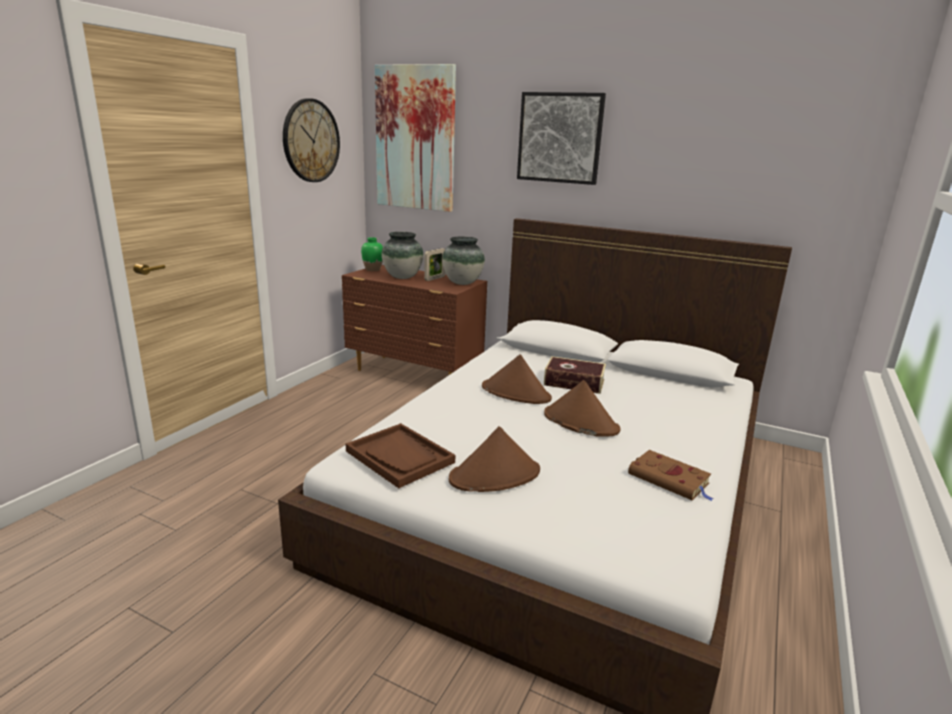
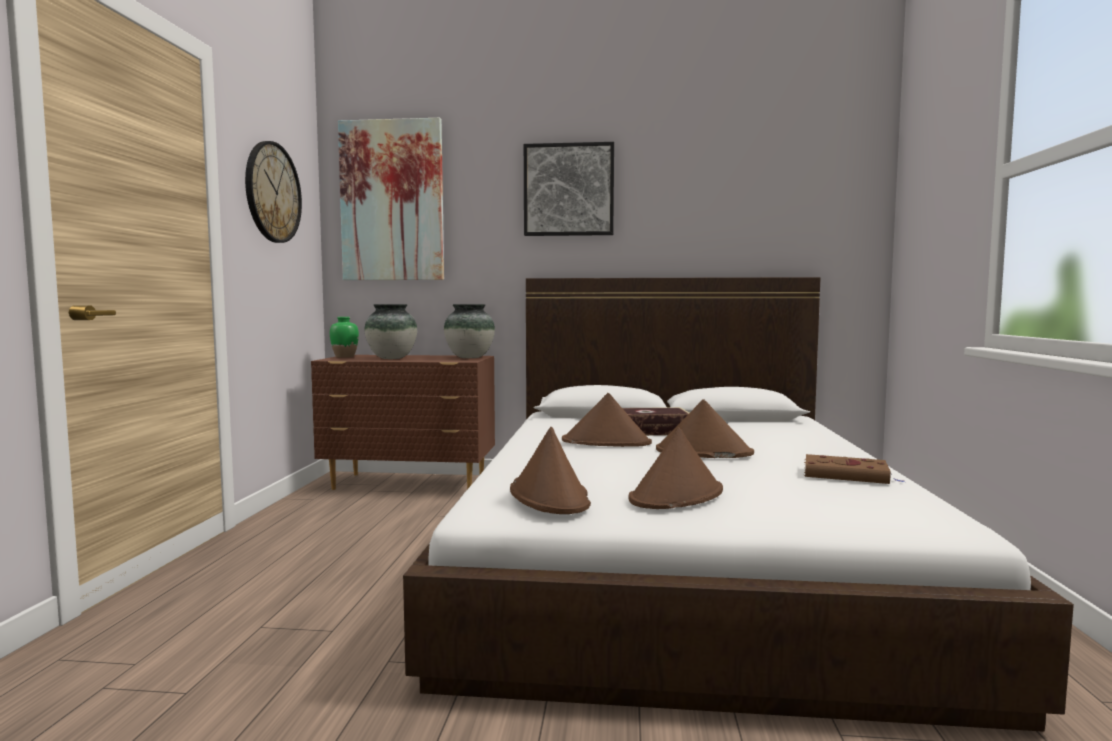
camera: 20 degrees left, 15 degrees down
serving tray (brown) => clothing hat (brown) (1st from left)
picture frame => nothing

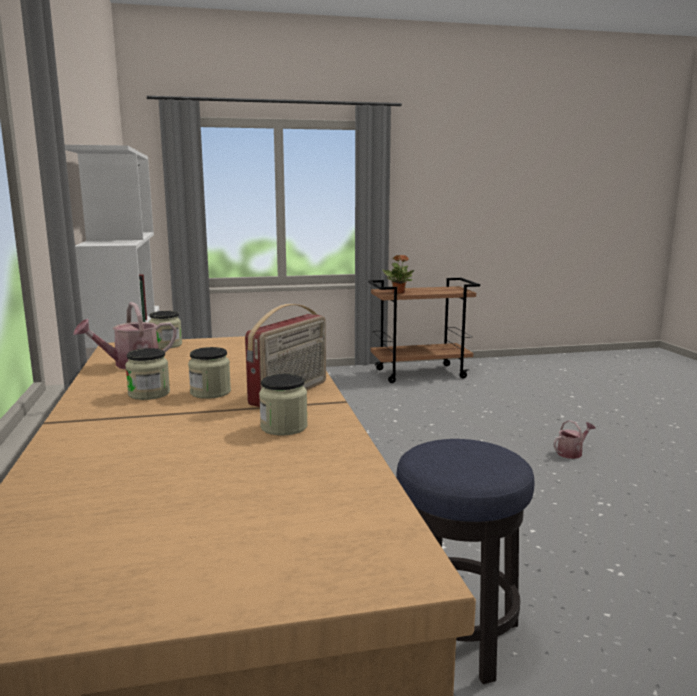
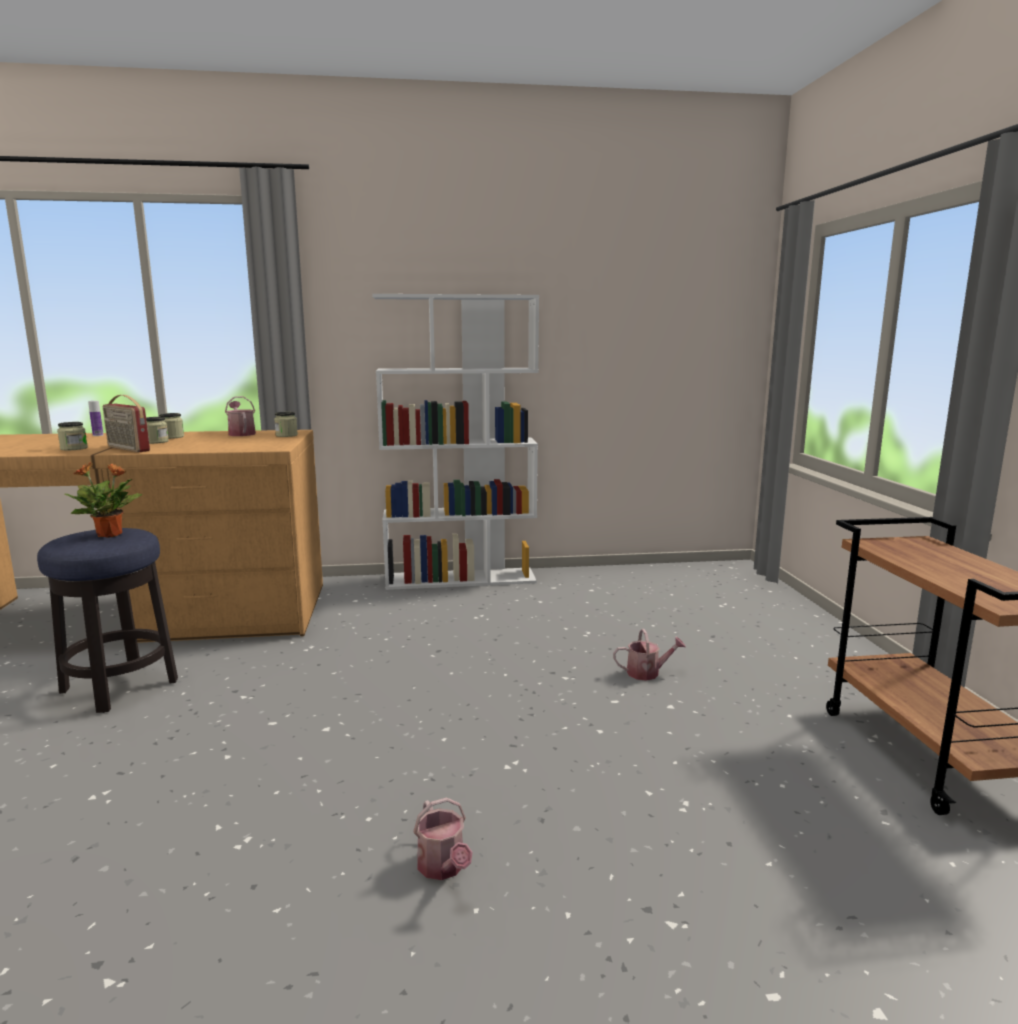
camera: 95 degrees right, 0 degrees up
plant in a pot, move
nothing => drink bottle
nothing => sprinkling can (3rd from left)

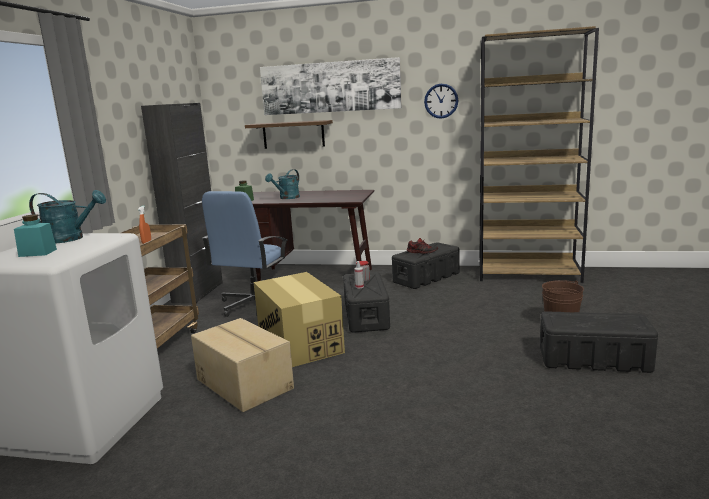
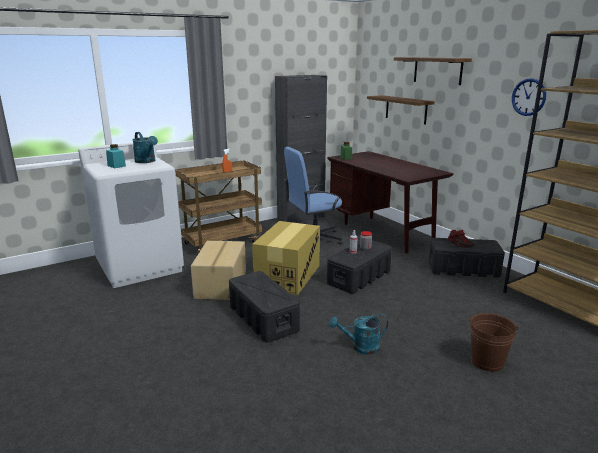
camera: 45 degrees right, 5 degrees up
picture => shelf (2nd from left)
sprinkling can (blue-green) (2nd from left), move
storage box (black-coloured) (3rd from left in the first image) => storage box (black-coloured) (1st from left), move

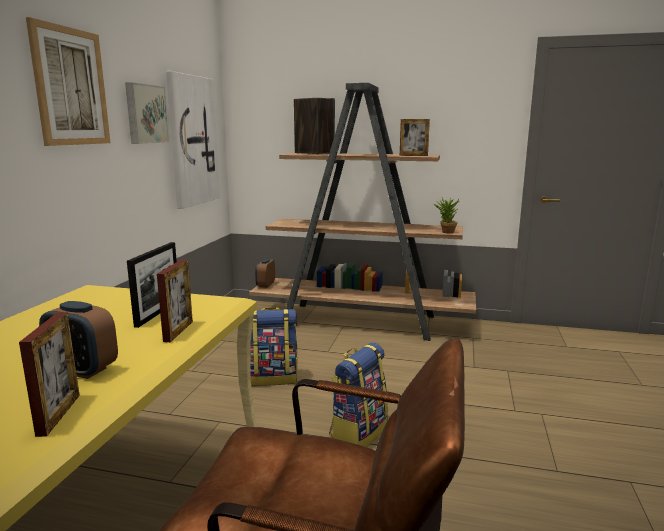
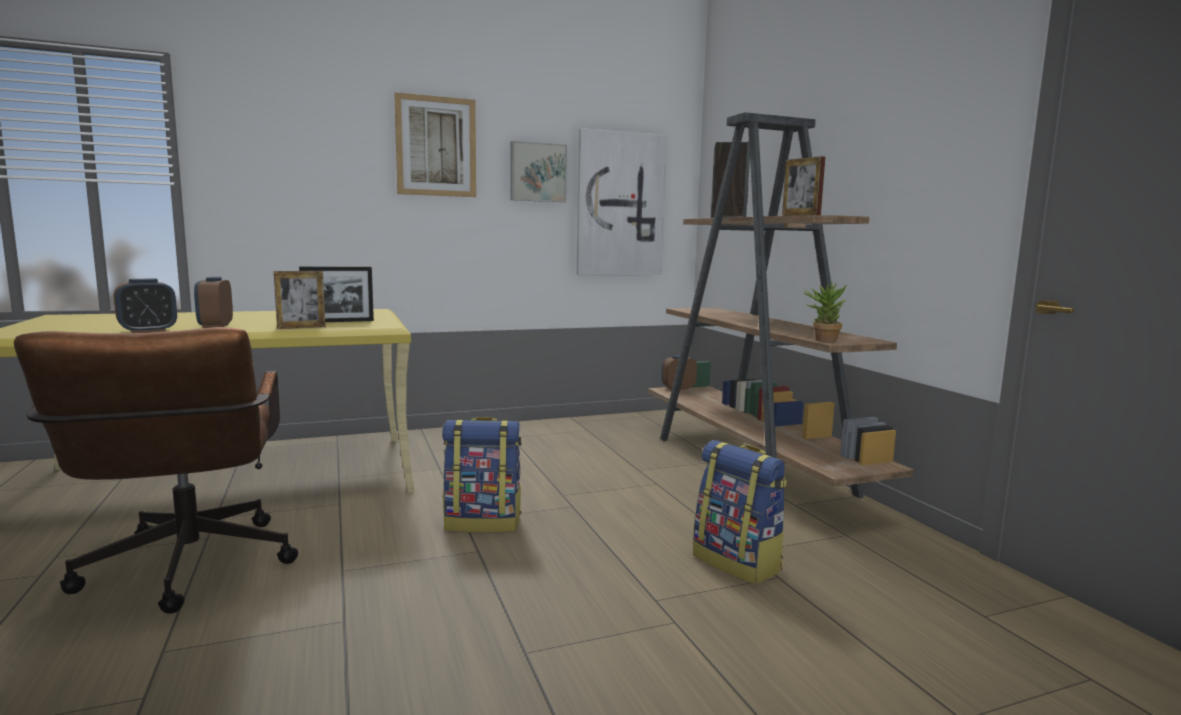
camera: 55 degrees right, 5 degrees down
picture frame (1st from left) => bedside clock (1st from left)
rucksack (1st from left in the first image) => rucksack (2nd from left), move

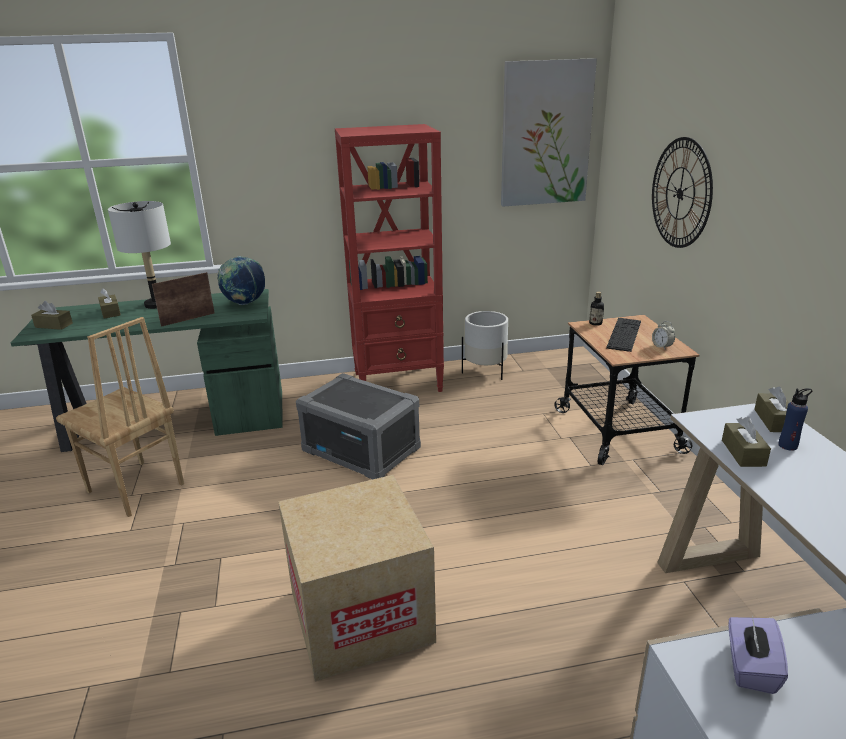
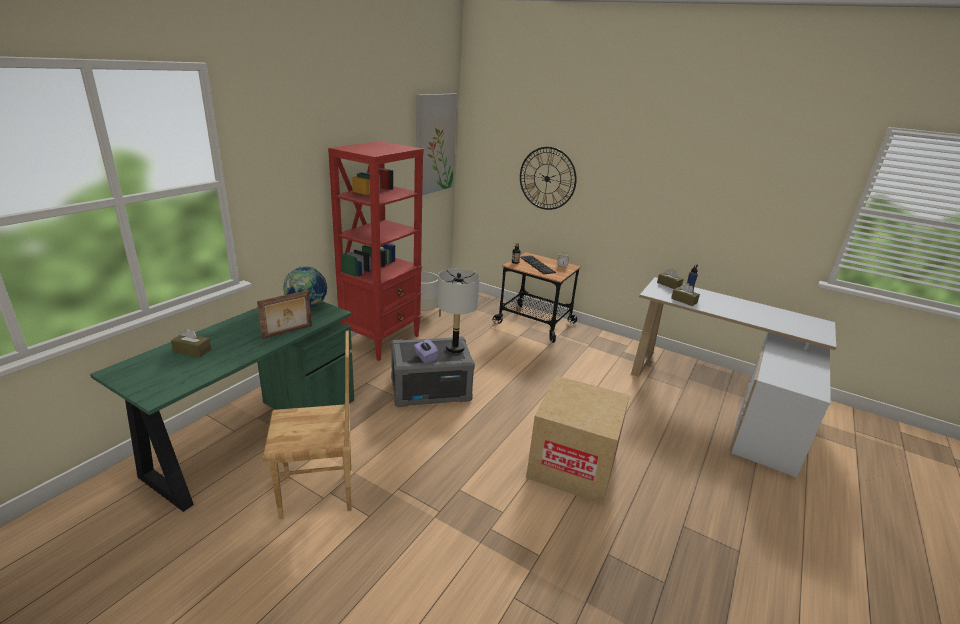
camera: 50 degrees left, 0 degrees up
tissue holder (brown) (1st from left) => nothing
lamp for a table (greyish), move
picture frame, 135 degrees counterclockwise
tissue holder (purplish), move

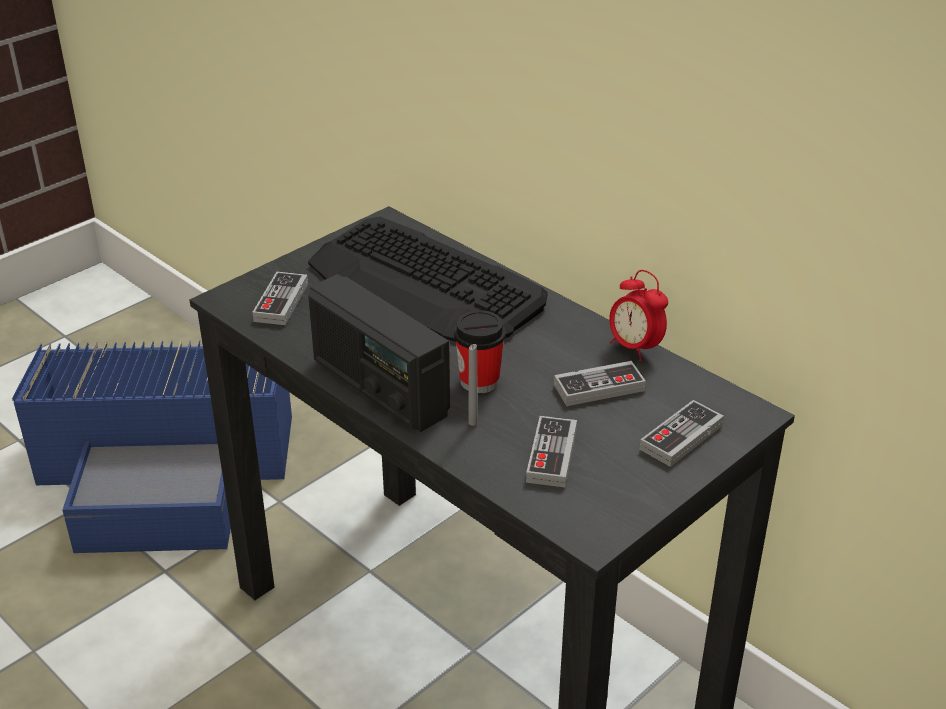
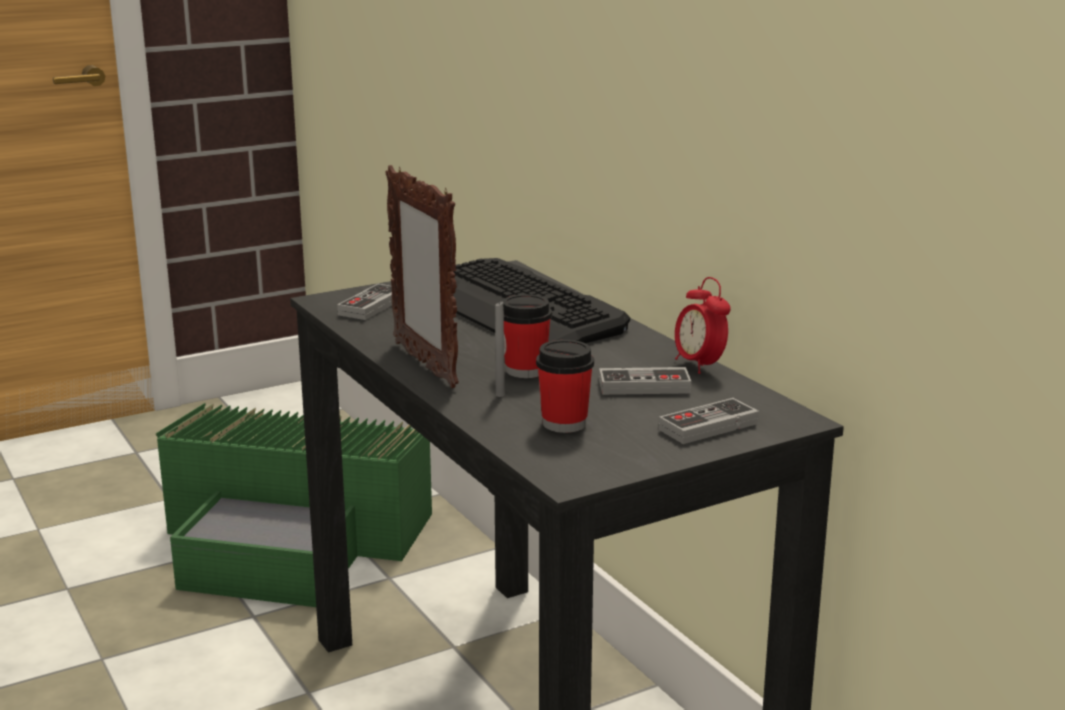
camera: 15 degrees right, 15 degrees down
storage box (blue) => storage box (green-coloured)
radio receiver => picture frame
gamepad (2nd from left) => drinking cup (2nd from left)

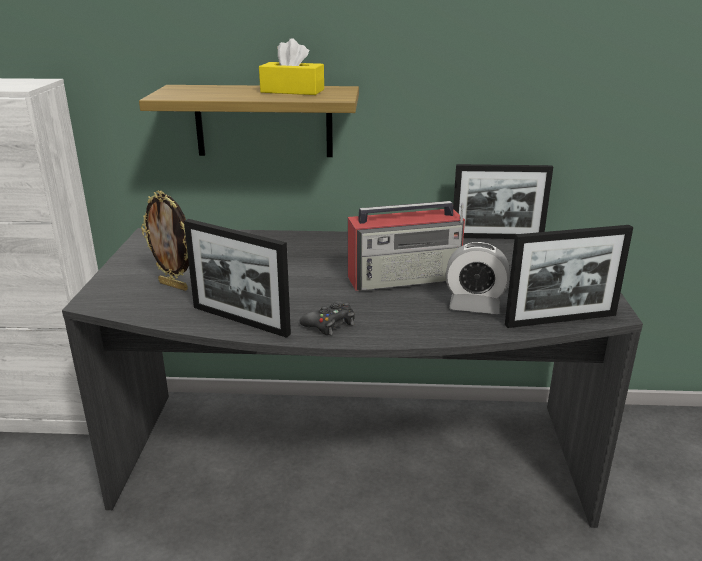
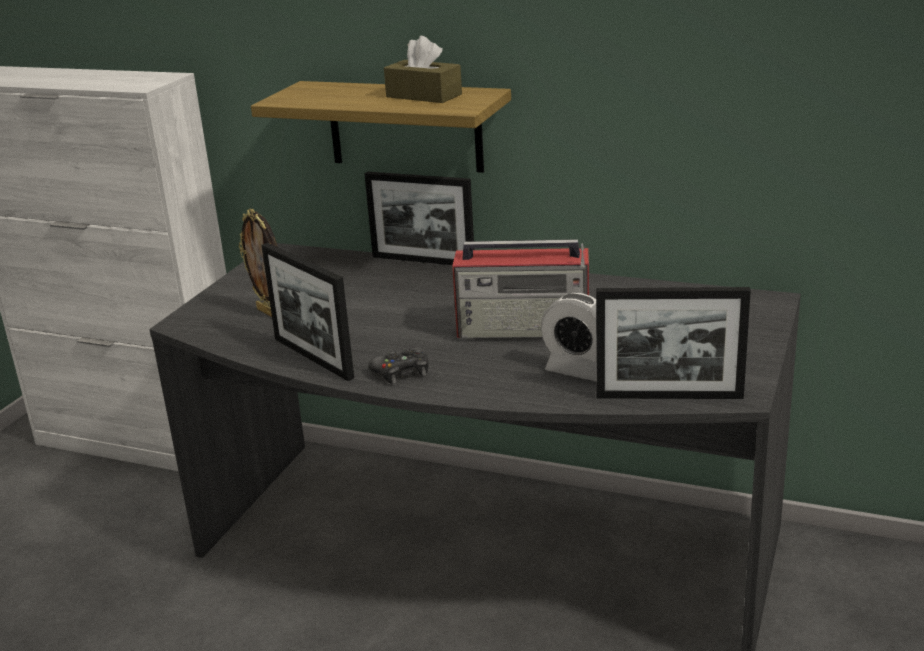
camera: 20 degrees right, 0 degrees up
tissue holder (yellowish) => tissue holder (brown)
picture frame (3rd from left), move

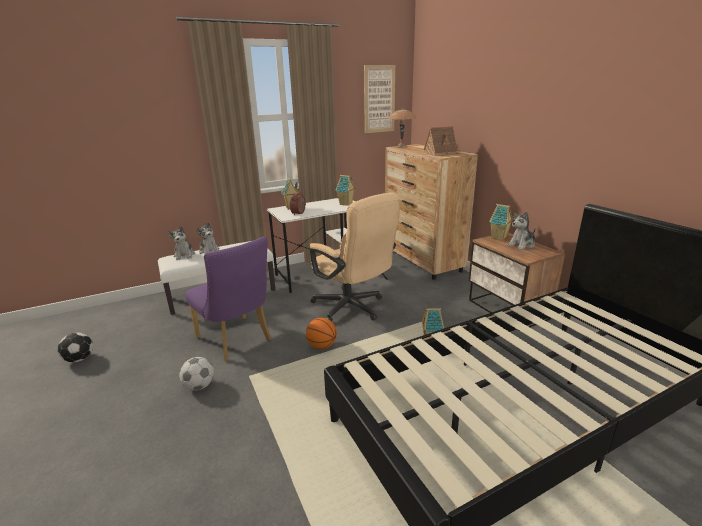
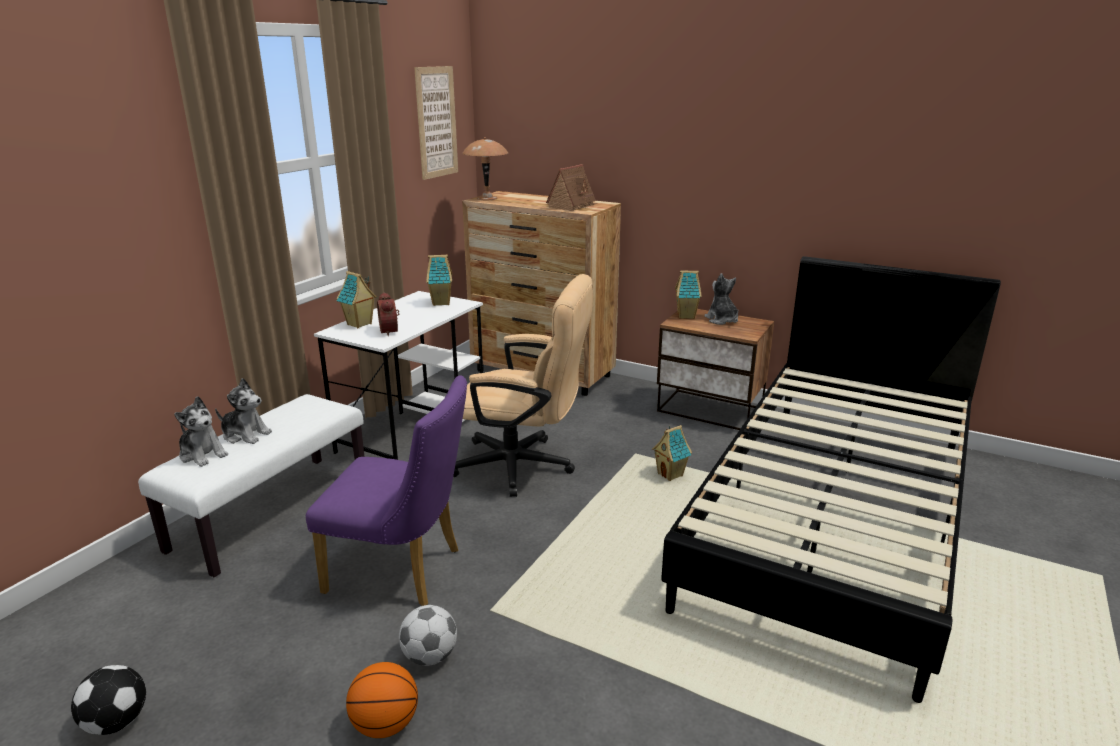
camera: 35 degrees left, 0 degrees up
ball for basketball, move
soft toy (3rd from left), 135 degrees clockwise

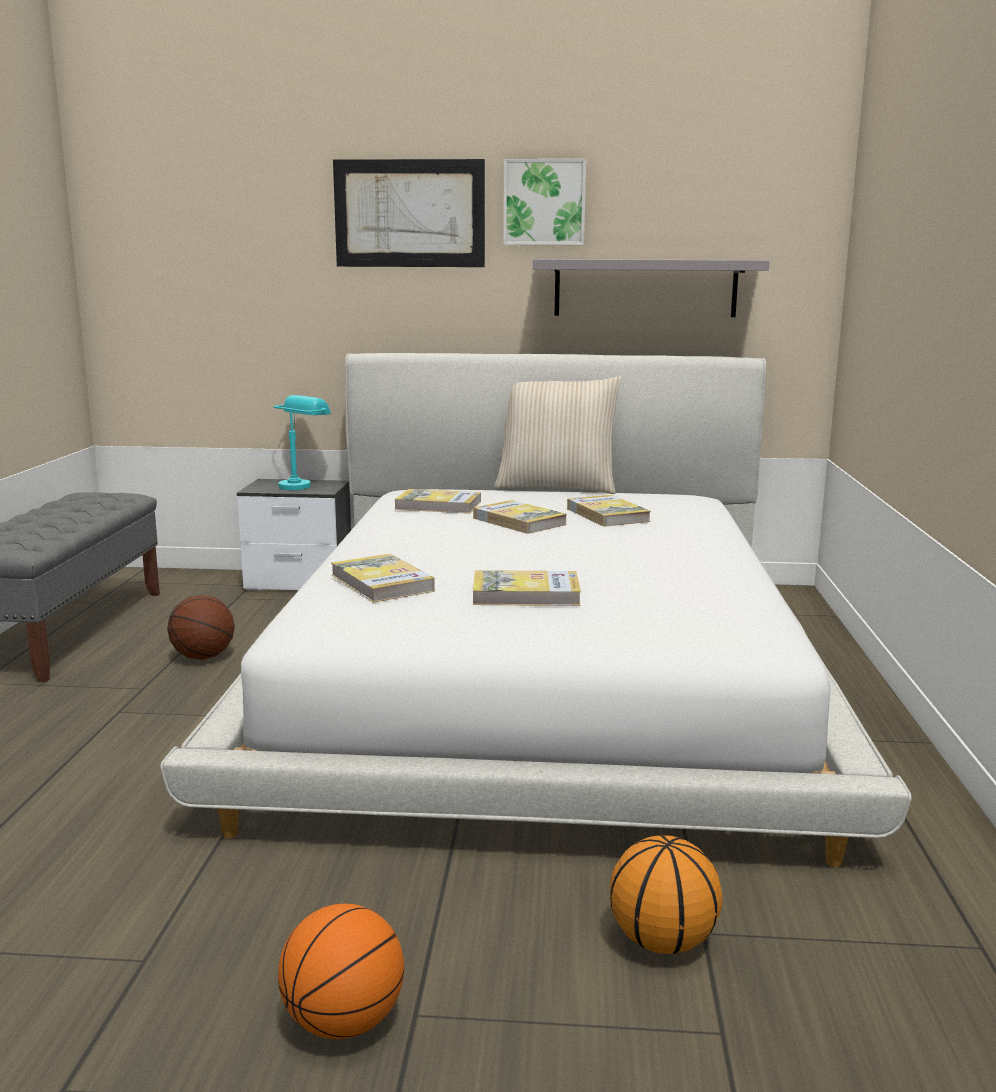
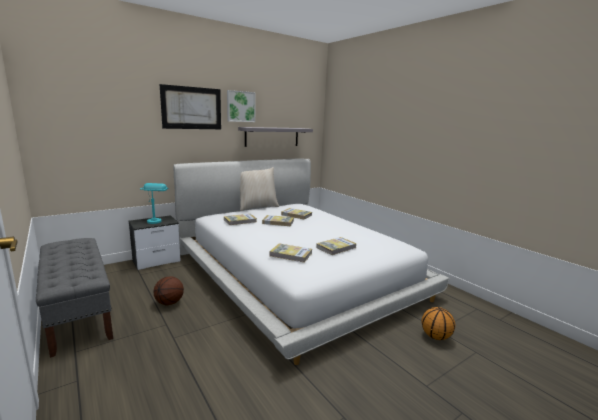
camera: 40 degrees left, 0 degrees up
ball for basketball (2nd from left) => nothing

